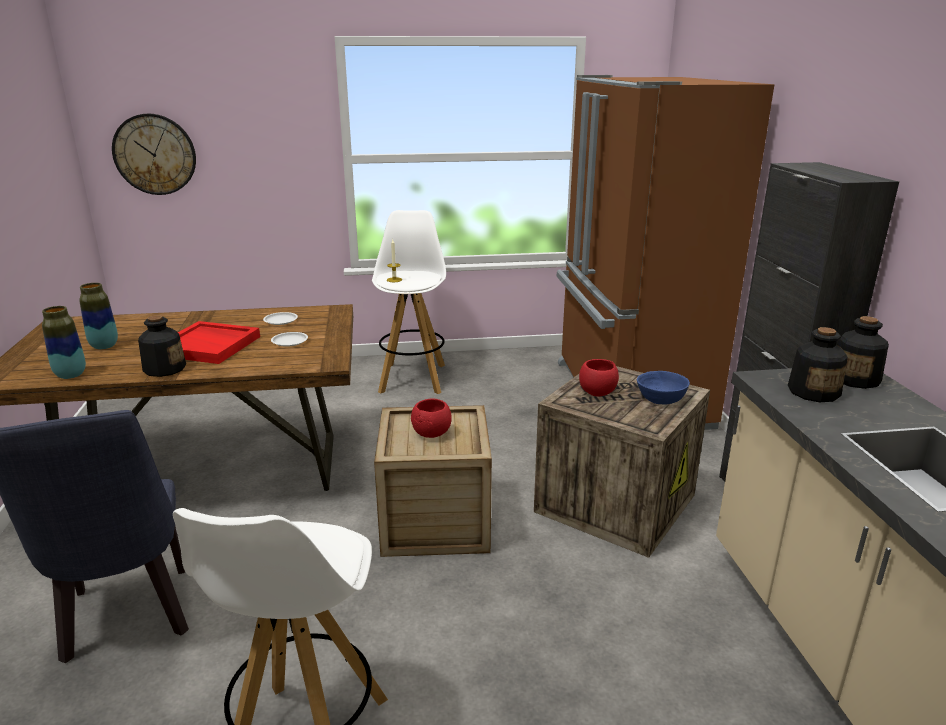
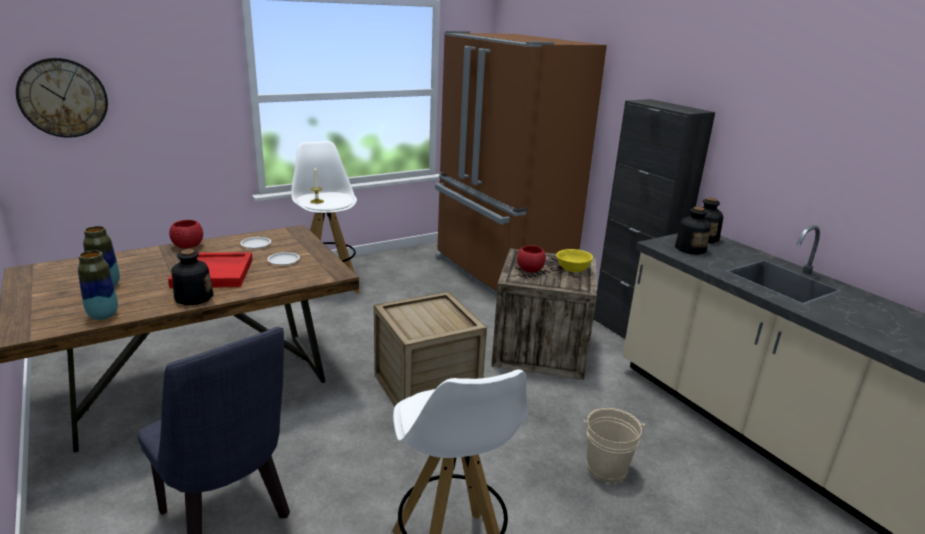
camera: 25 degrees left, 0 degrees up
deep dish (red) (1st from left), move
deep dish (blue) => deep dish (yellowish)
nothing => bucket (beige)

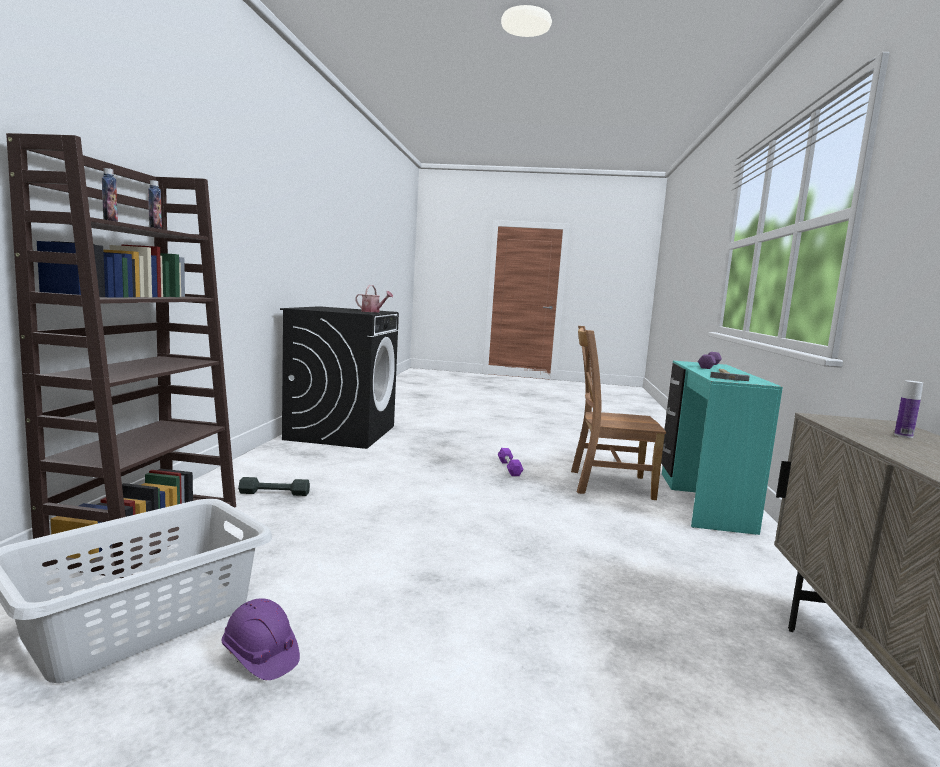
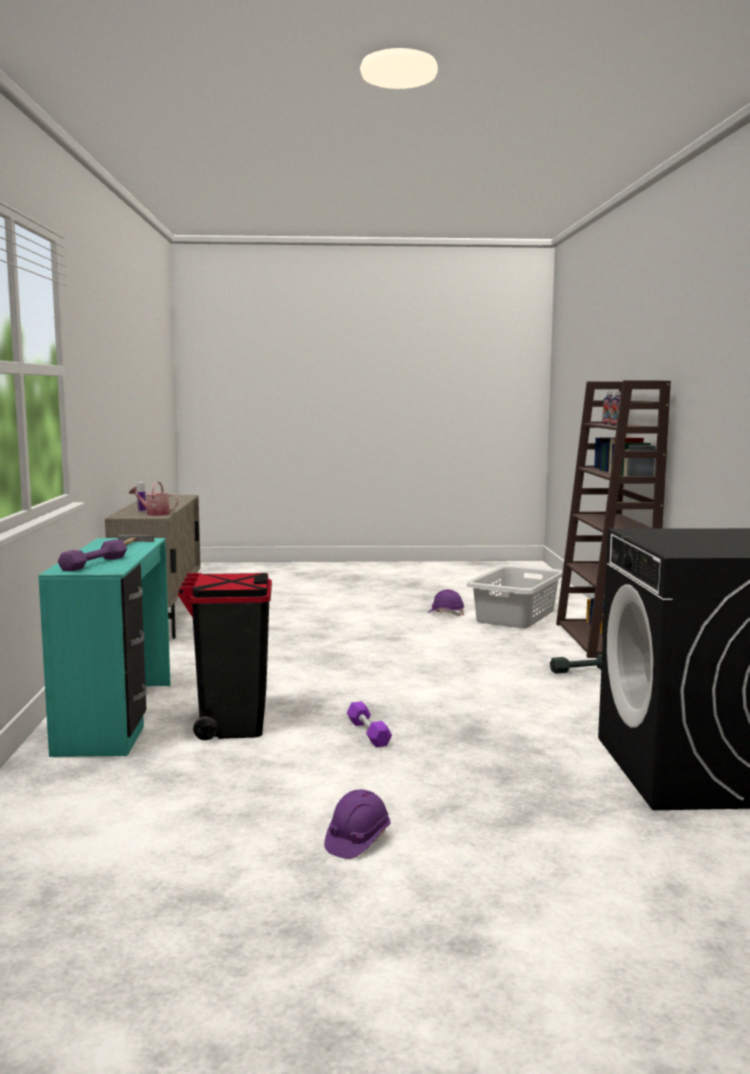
camera: 170 degrees right, 0 degrees up
sprinkling can, move
chair (brown) => waste bin (black-coloured)
nothing => hard hat (purplish) (1st from left)

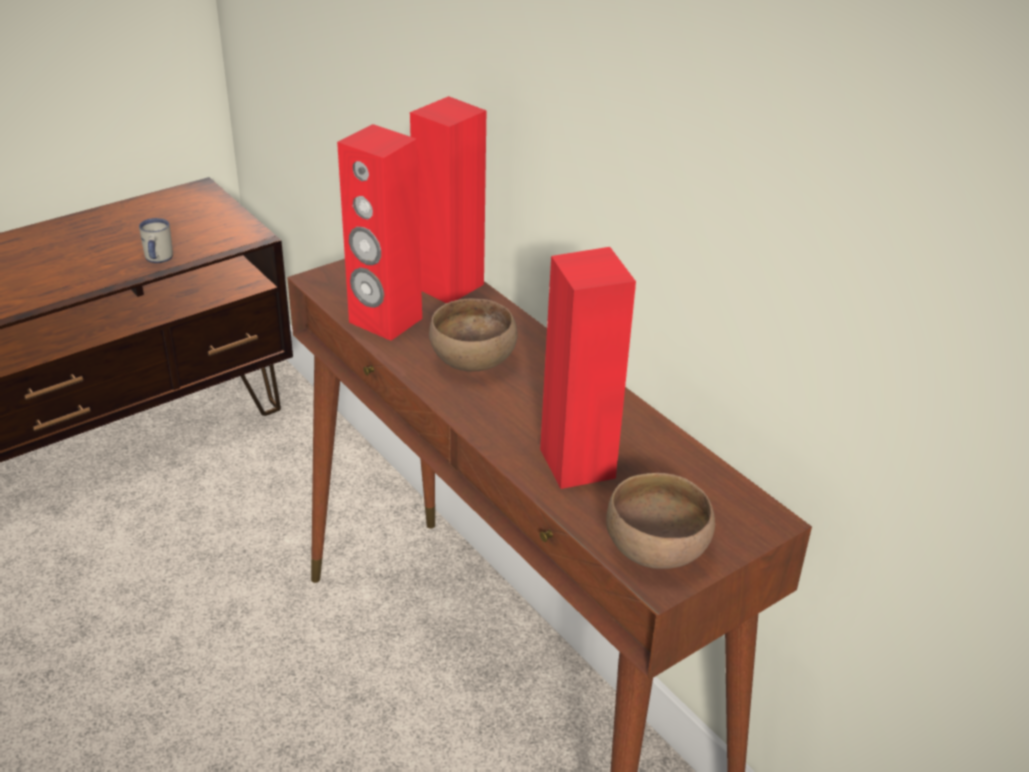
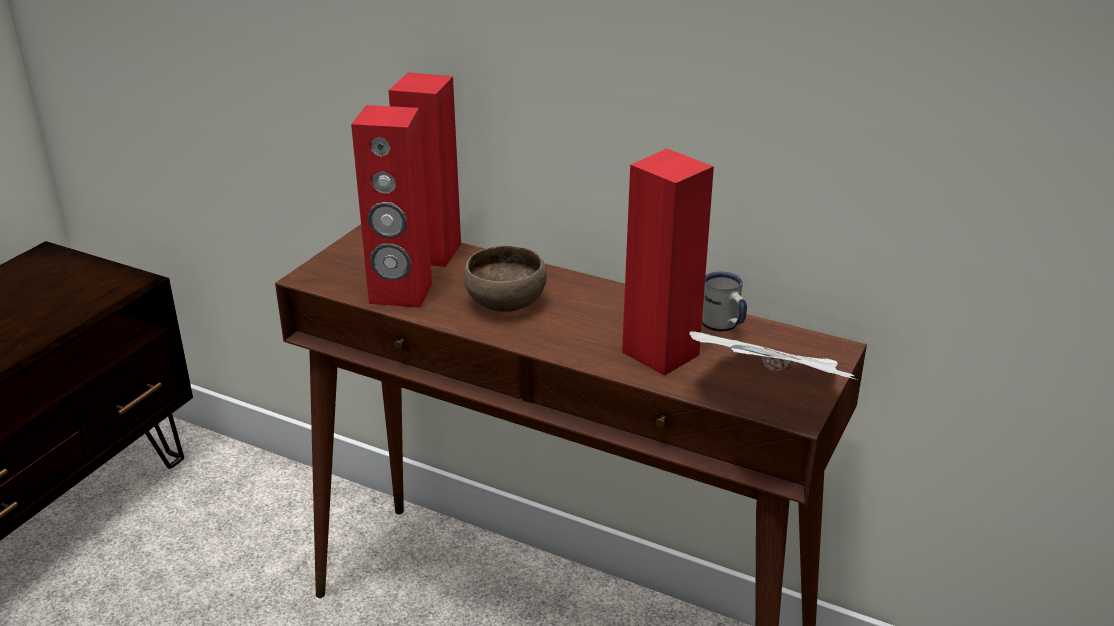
camera: 25 degrees left, 5 degrees down
coffee mug (white), move
deep dish (brown) (2nd from left) => newspaper

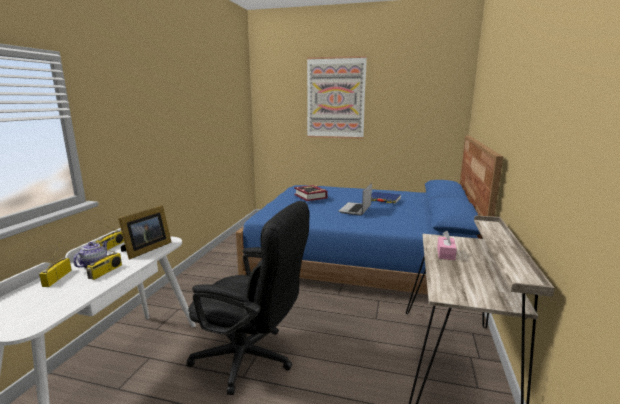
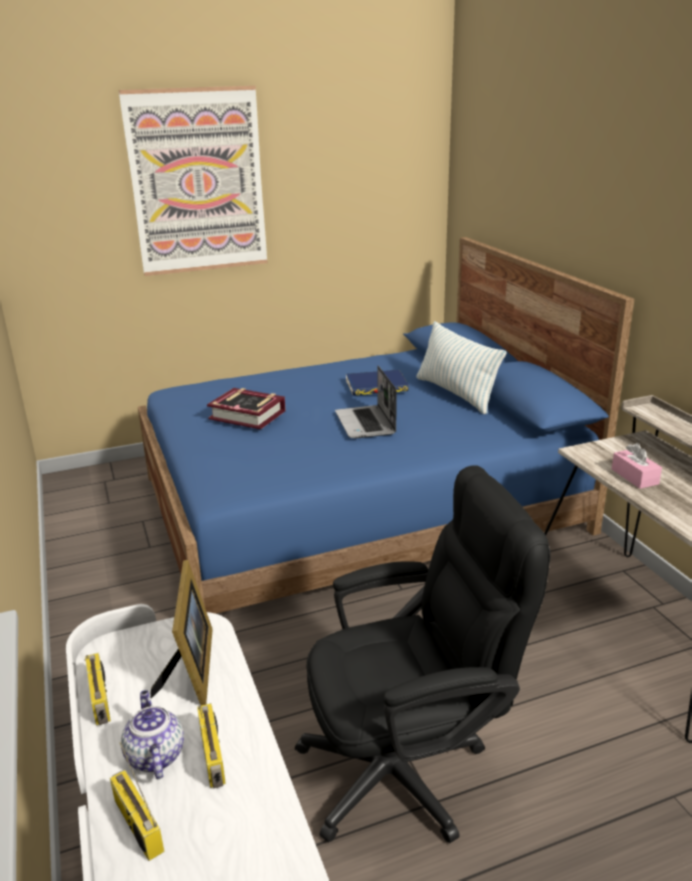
camera: 35 degrees left, 10 degrees up
nothing => cushion

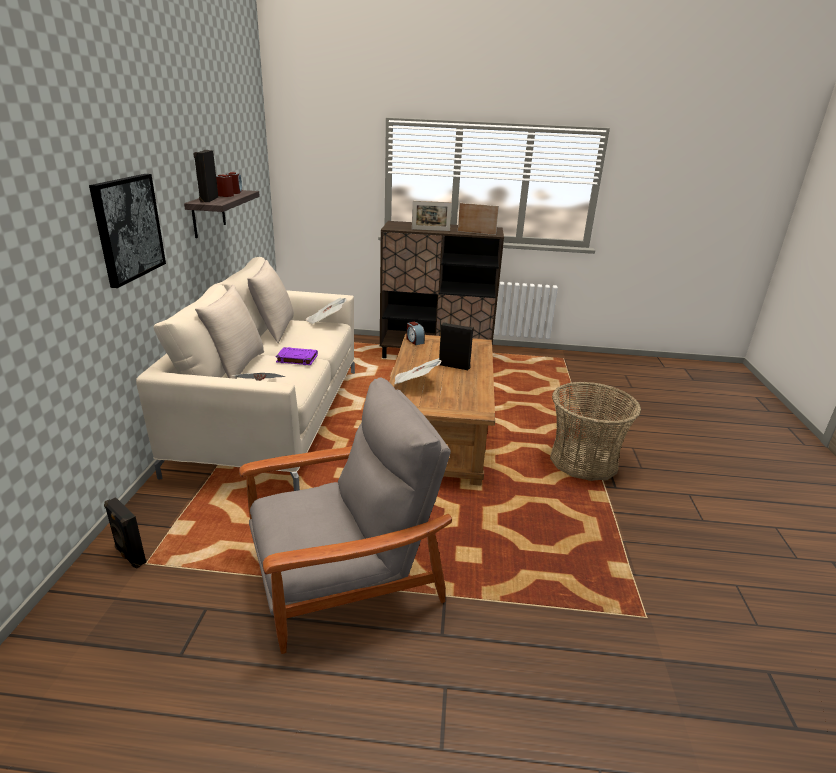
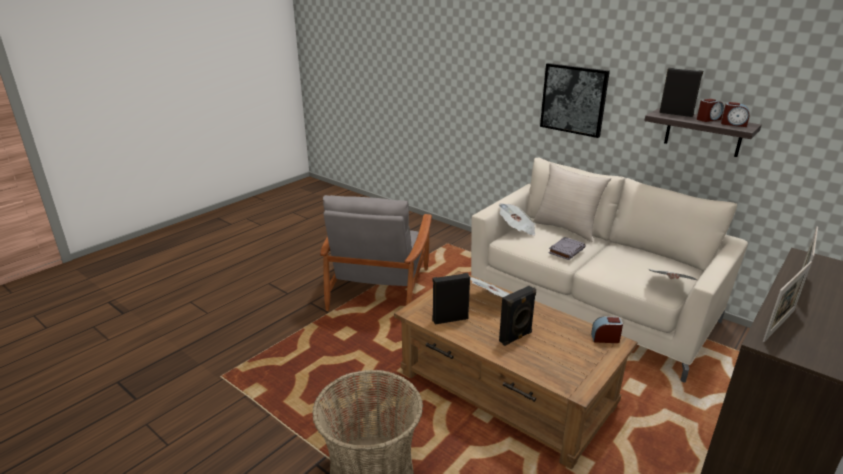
camera: 125 degrees right, 0 degrees up
speaker (black-coloured) (1st from left), move
cushion (beige) (2nd from left) => nothing
bound book (purplish) => bound book (greyish)

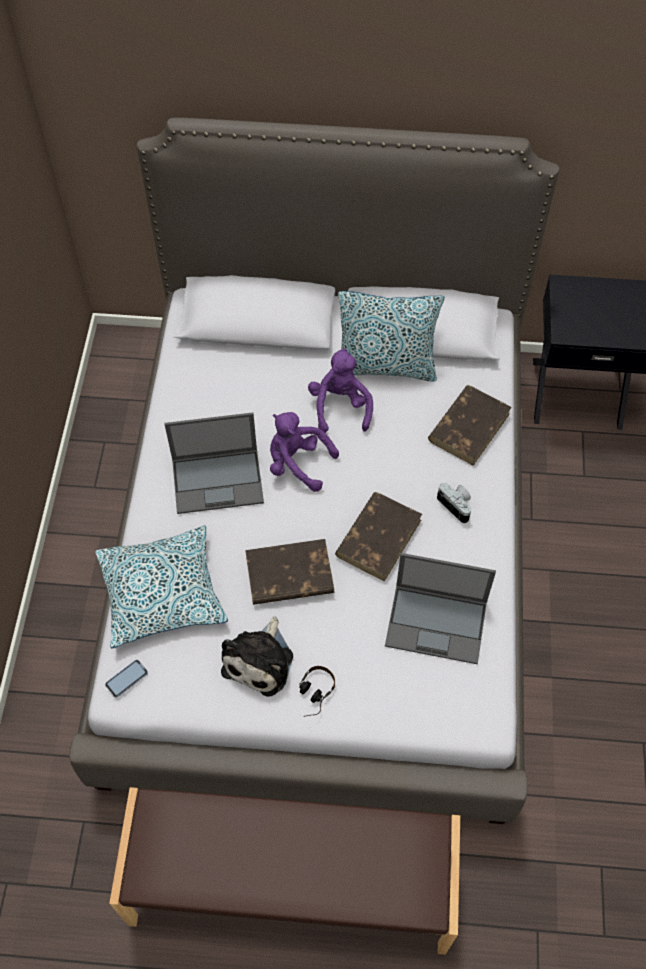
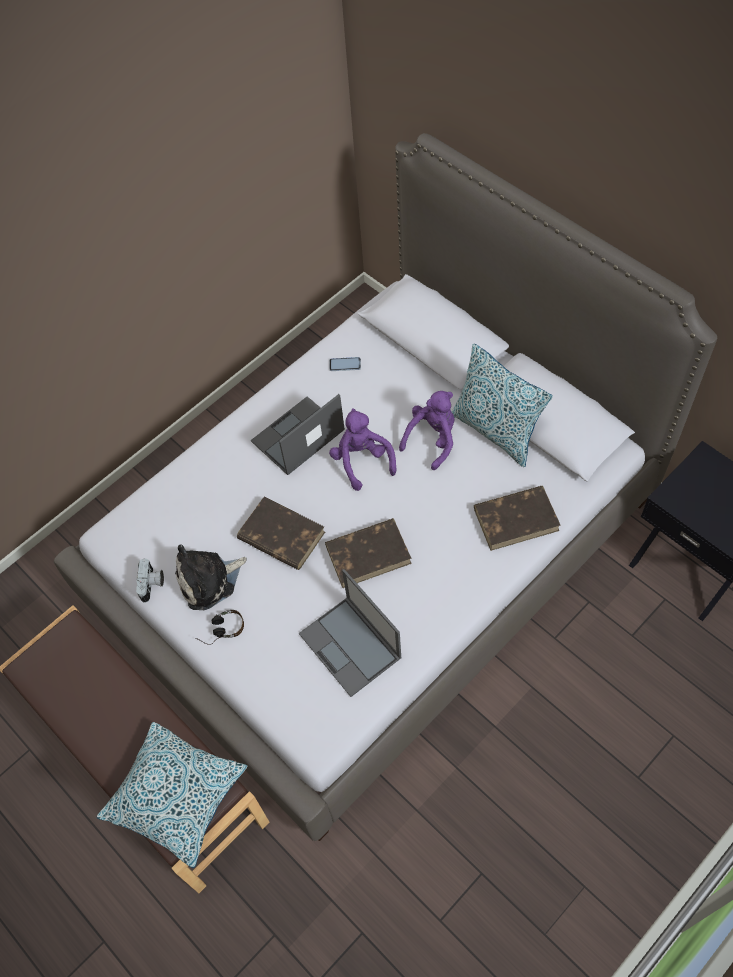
camera: 45 degrees right, 0 degrees up
cushion (1st from left), move
phone, move
laptop (1st from left), 105 degrees clockwise
photo camera, move

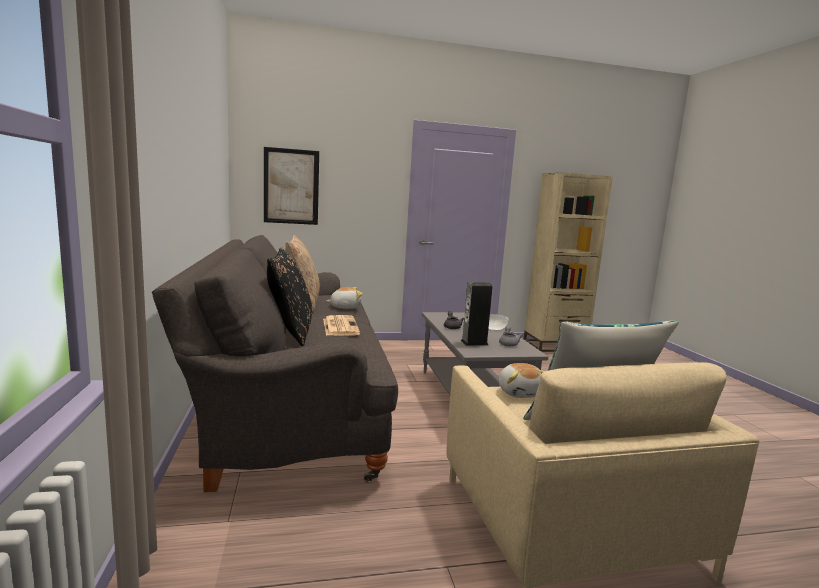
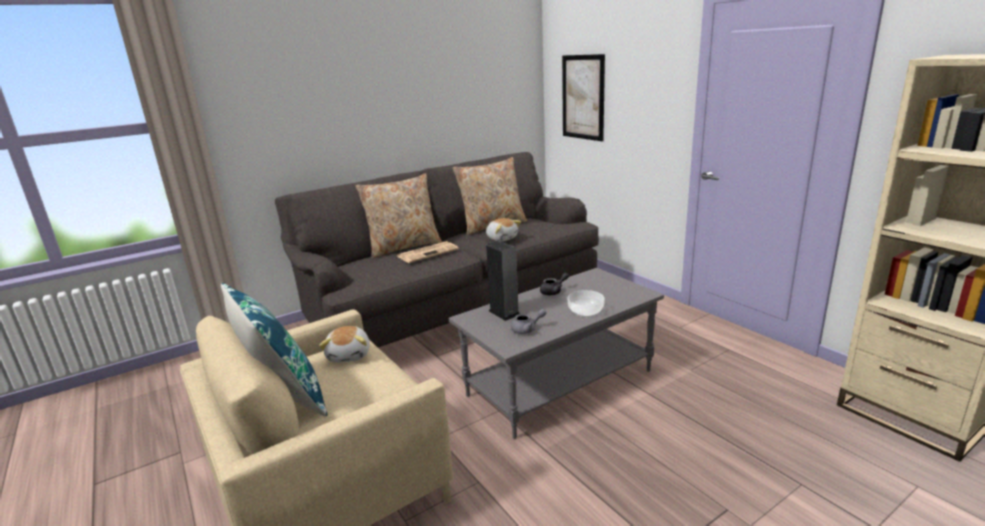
camera: 70 degrees right, 10 degrees up
cushion (black-coloured) => cushion (beige) (1st from left)
soft toy (2nd from left in the first image) => soft toy (1st from left), 60 degrees counterclockwise

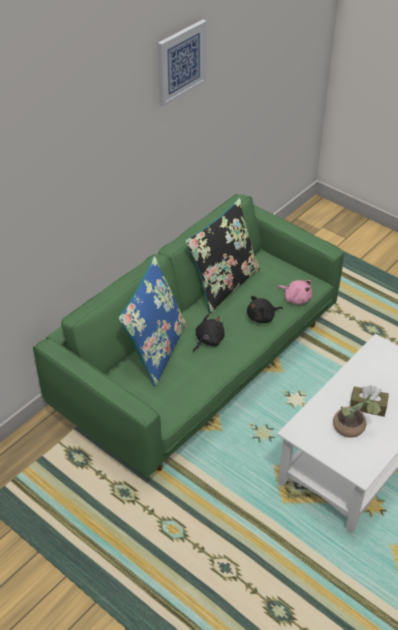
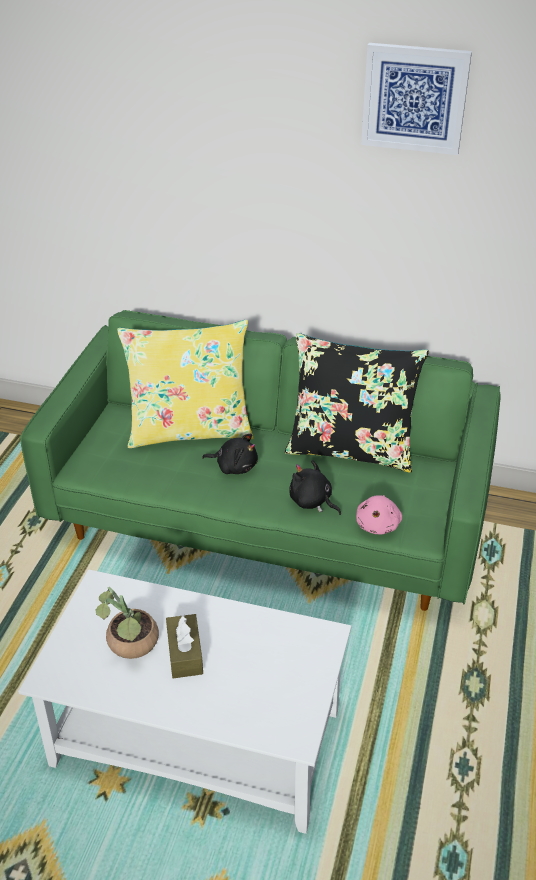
camera: 65 degrees right, 5 degrees down
cushion (blue) => cushion (yellowish)

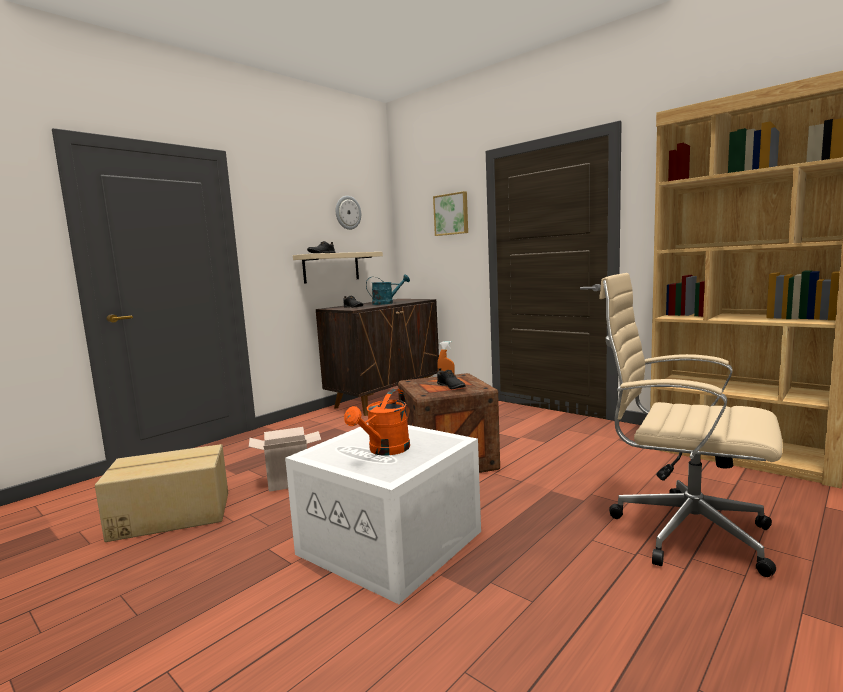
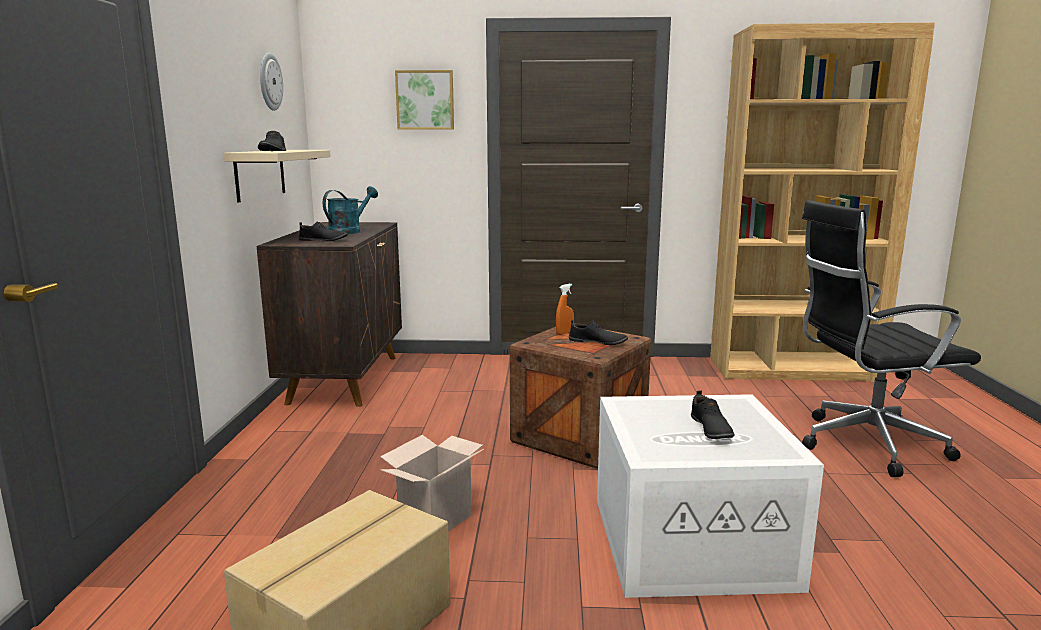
camera: 40 degrees left, 5 degrees up
sprinkling can (orangey) => low shoe (black-coloured) (4th from left)
office chair (beige) => office chair (black-coloured)

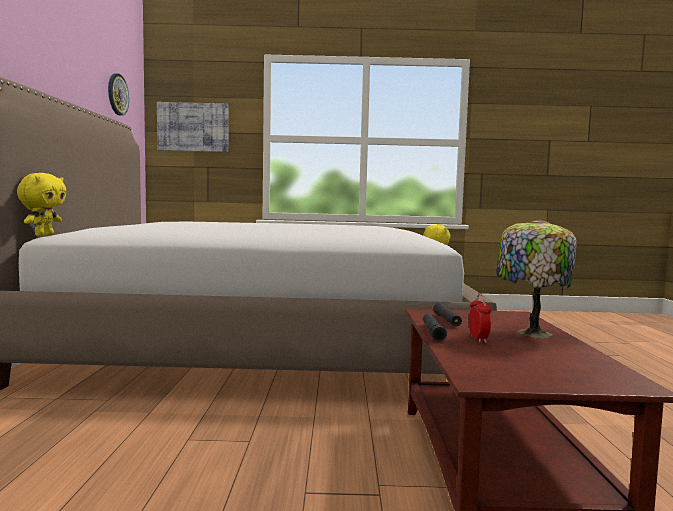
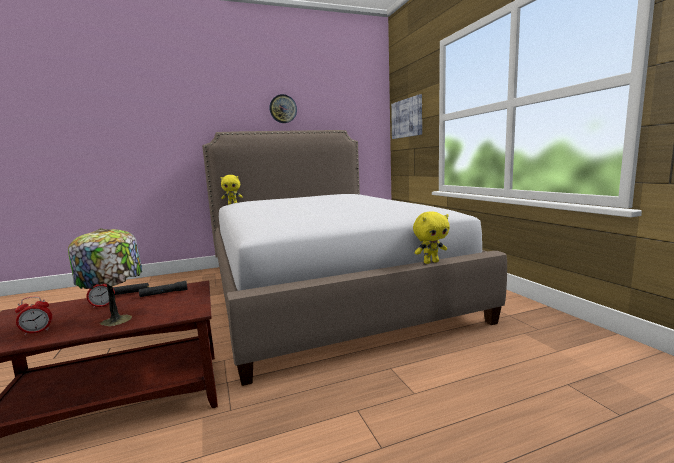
camera: 70 degrees right, 5 degrees up
wall clock, move
nothing => bedside clock (1st from left)

